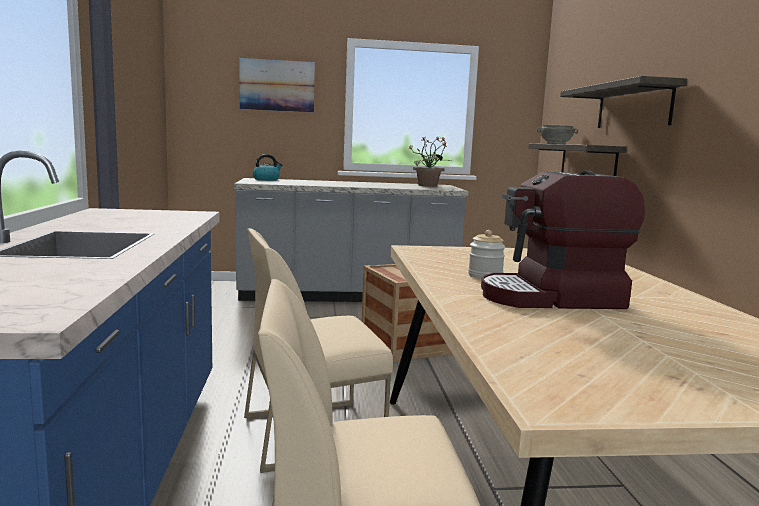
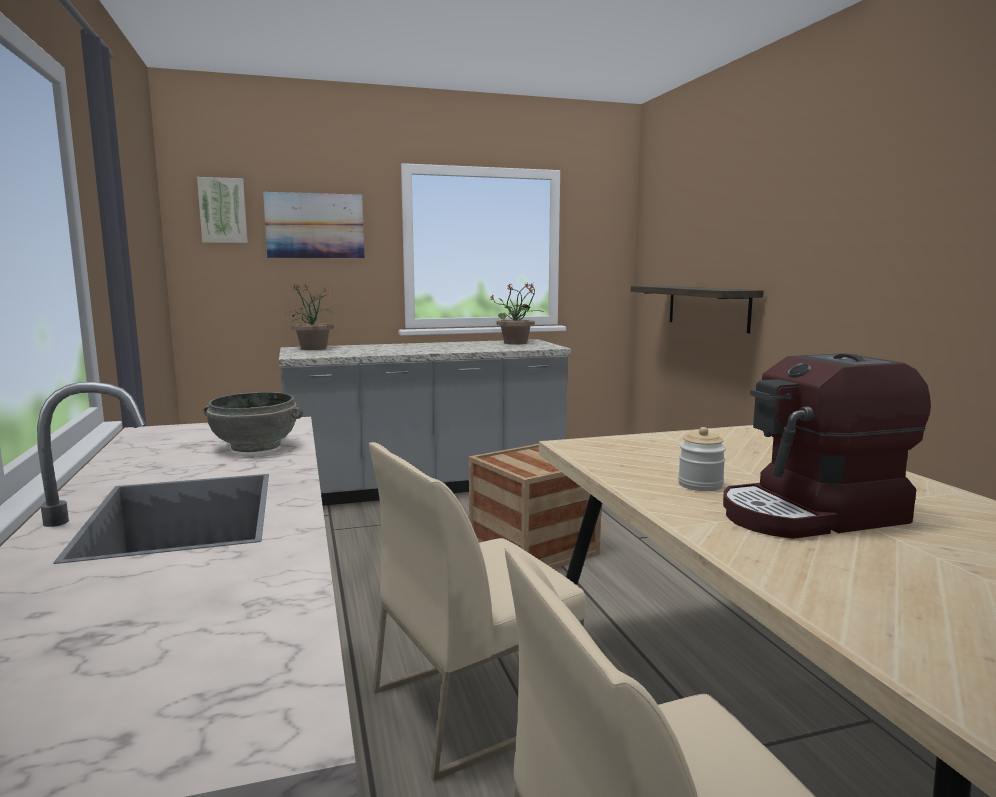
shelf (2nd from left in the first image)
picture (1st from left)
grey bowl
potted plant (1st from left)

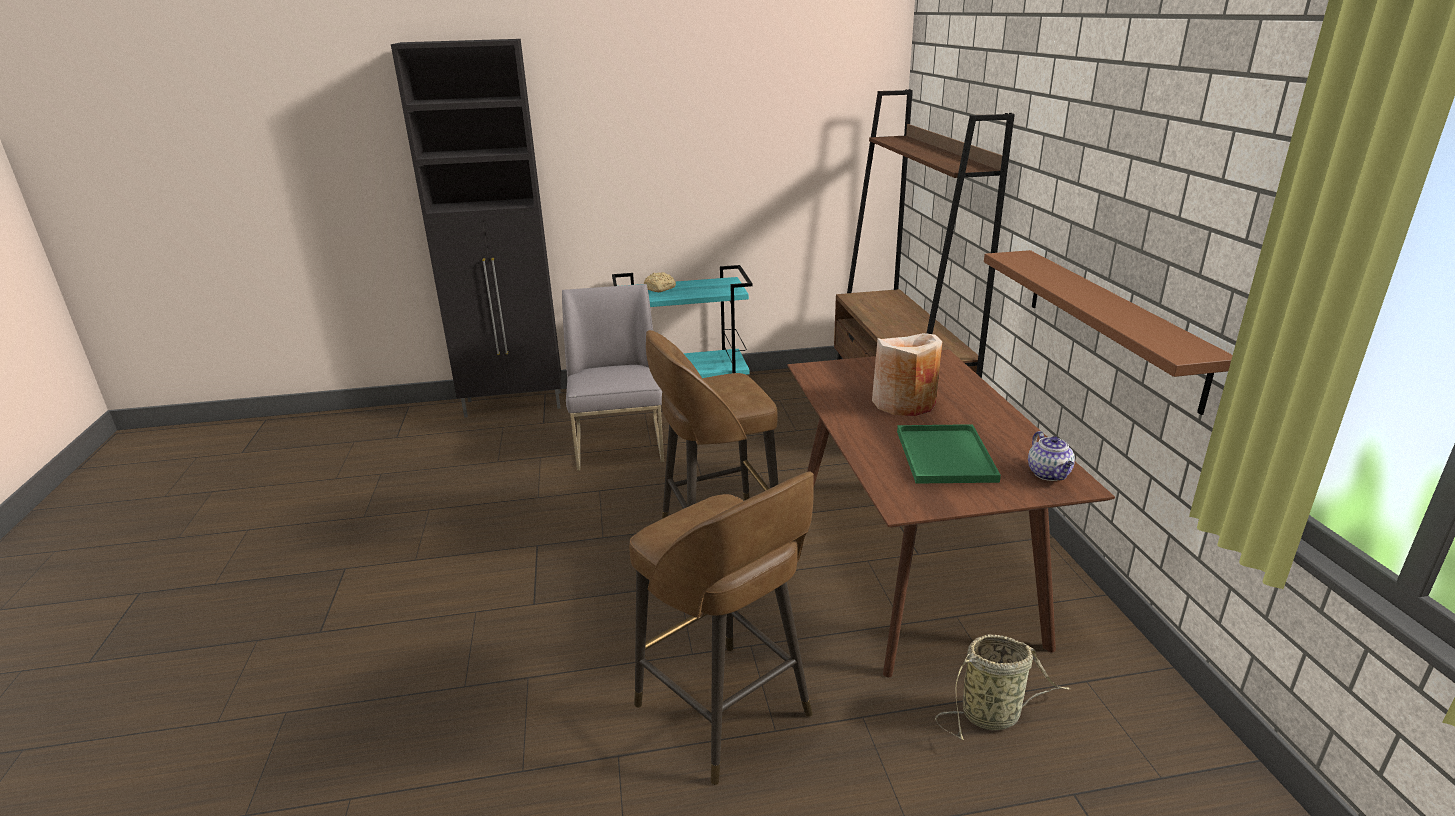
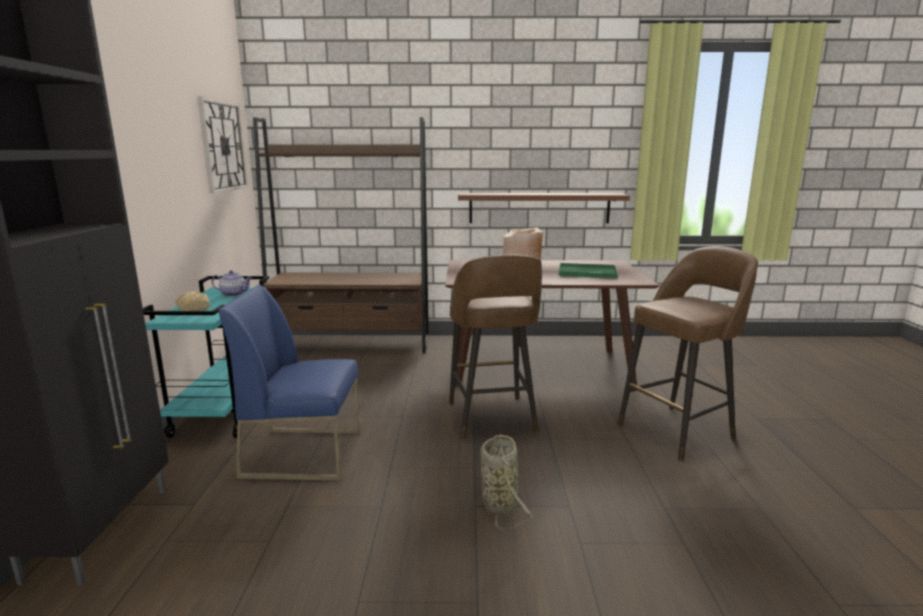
wall clock
basket
teapot
blue chair

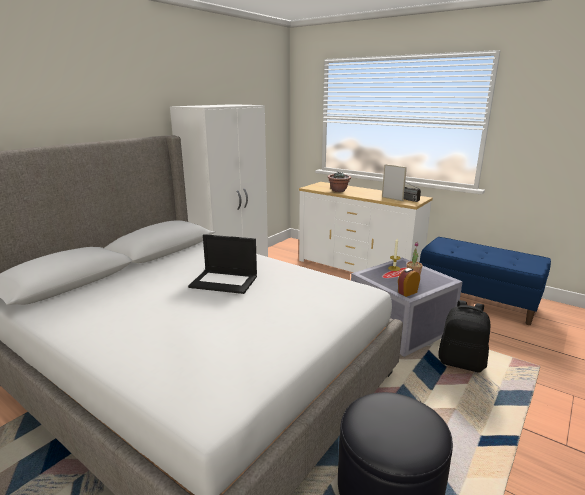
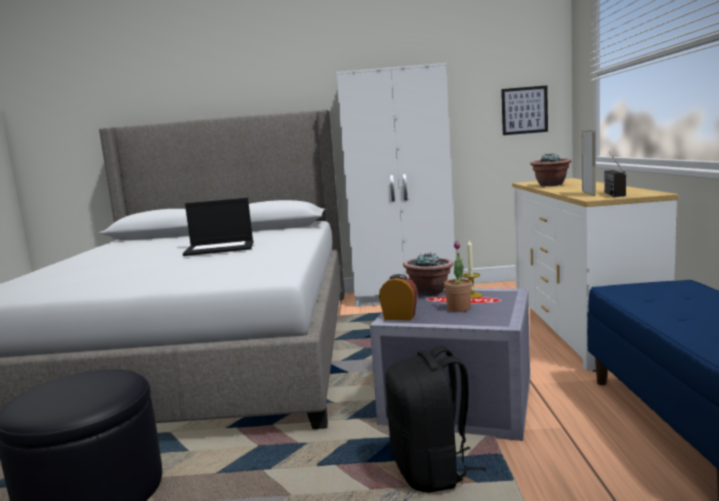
potted plant (1st from left)
picture
laptop

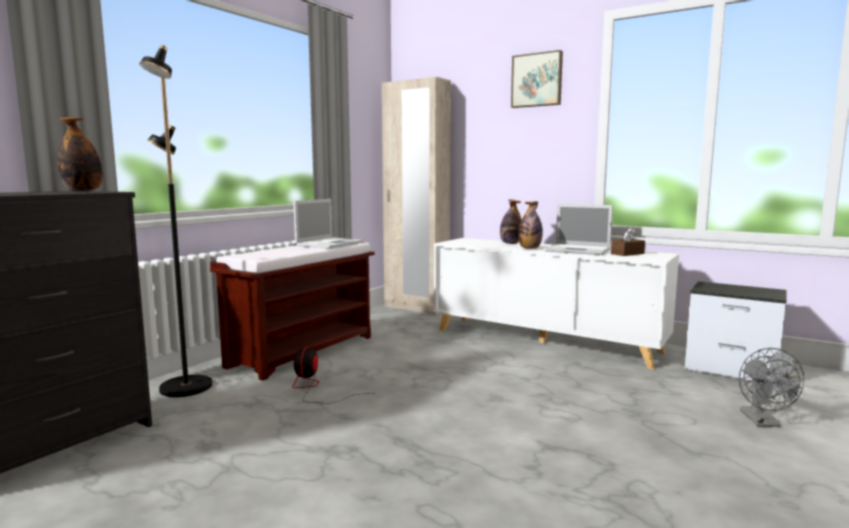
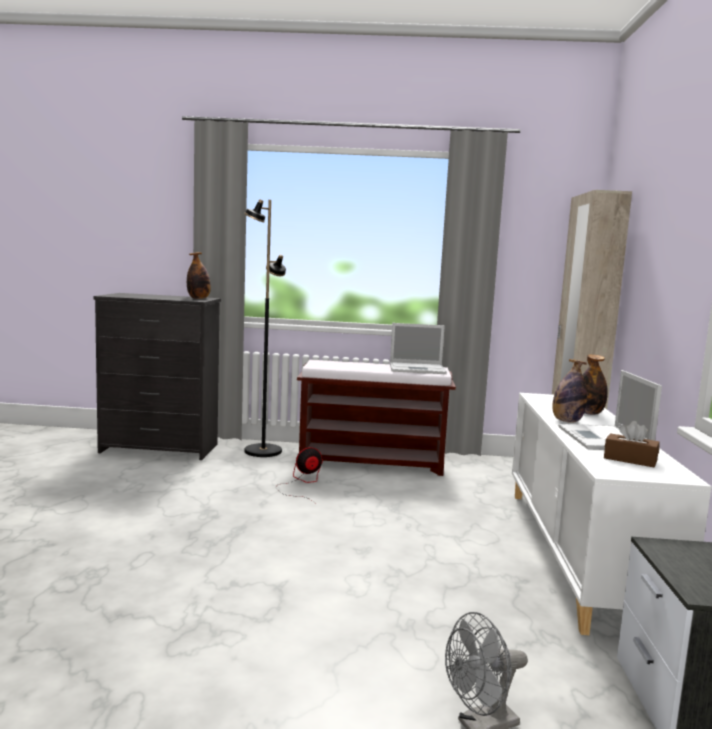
picture

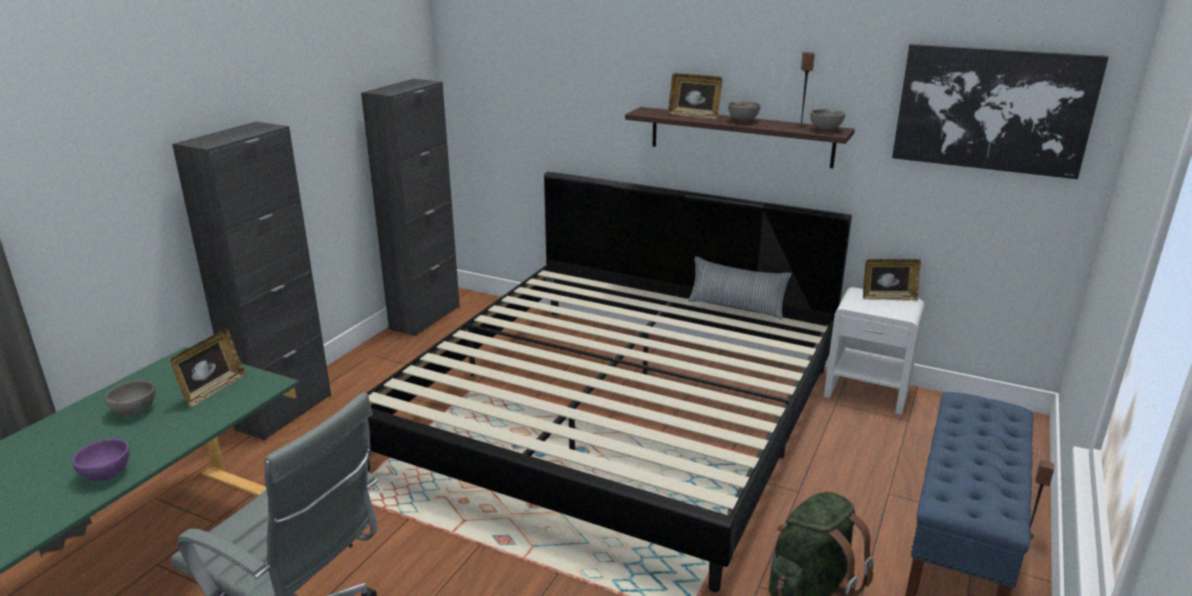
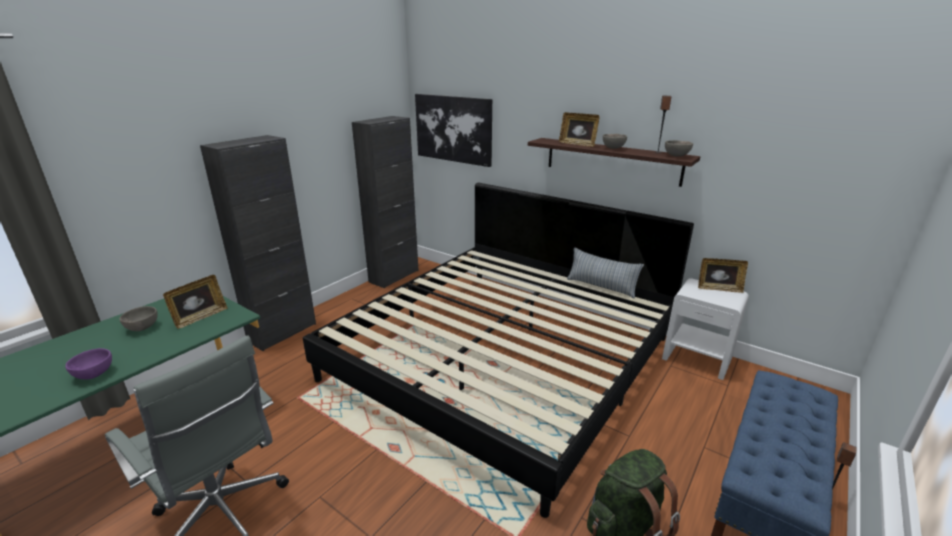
picture

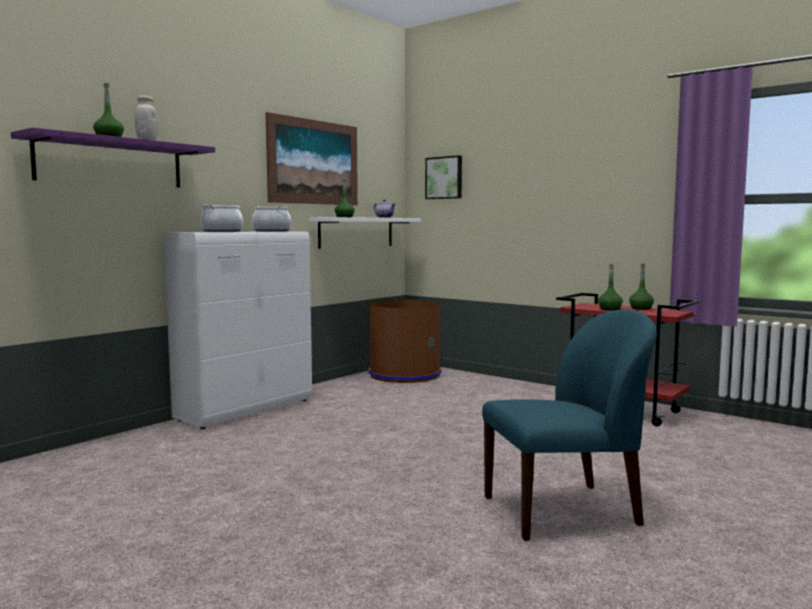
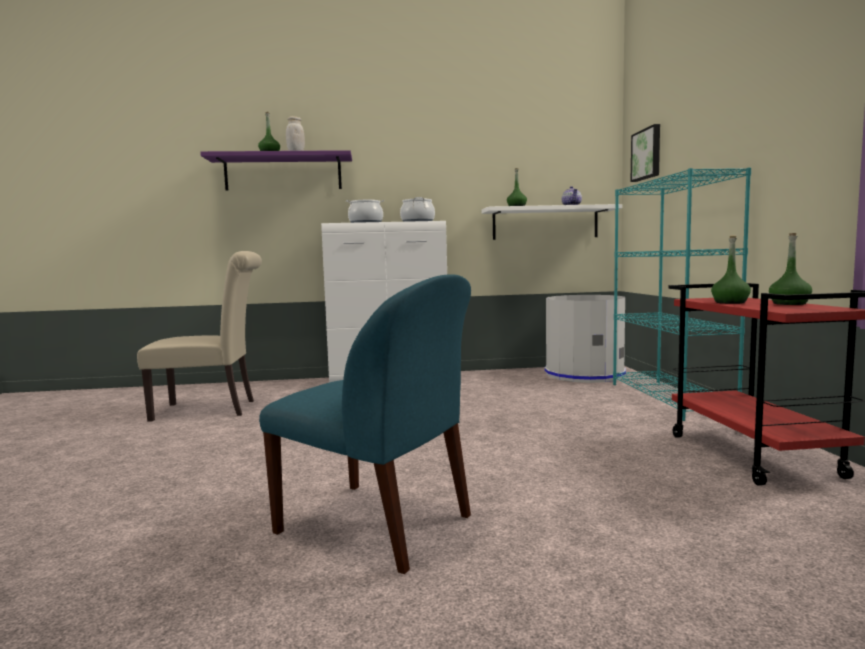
picture (1st from left in the first image)
beige chair
turquoise bookcase
grey trash can

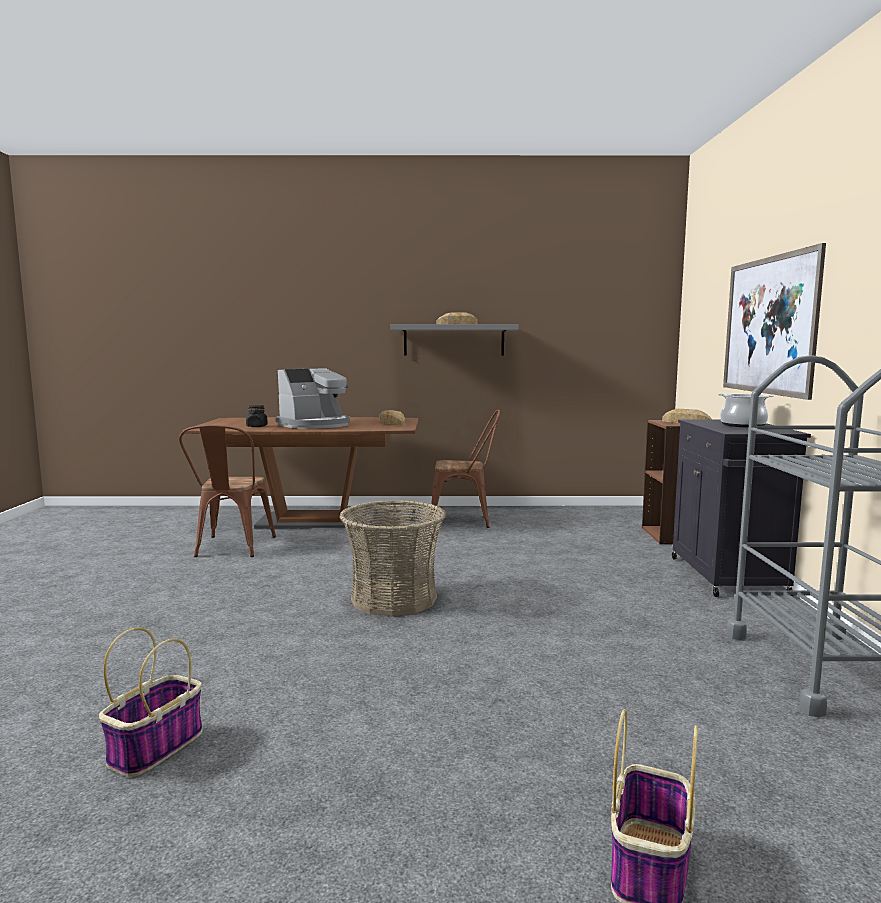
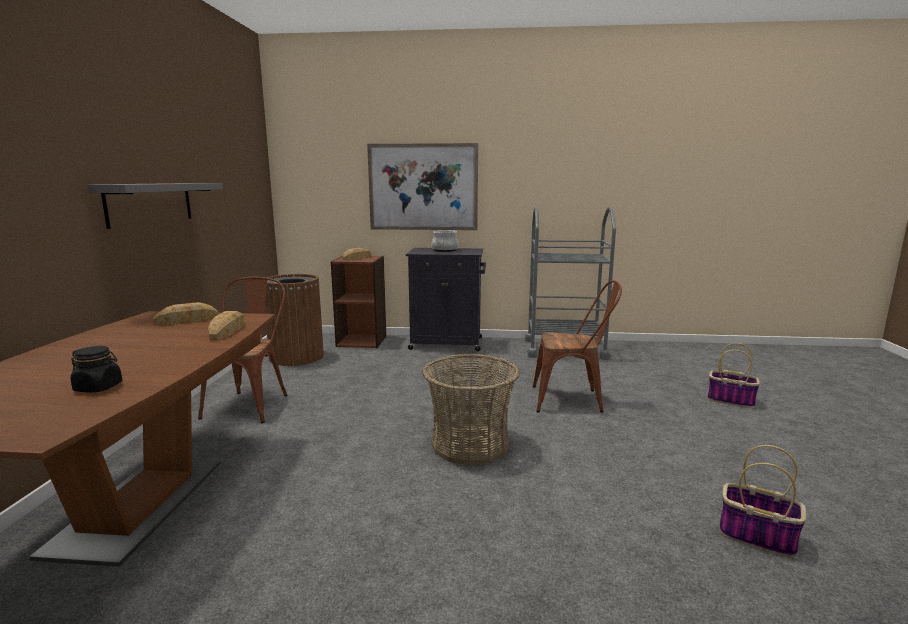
coffee machine
brown trash can
brown chair (2nd from left)
bread (2nd from left)

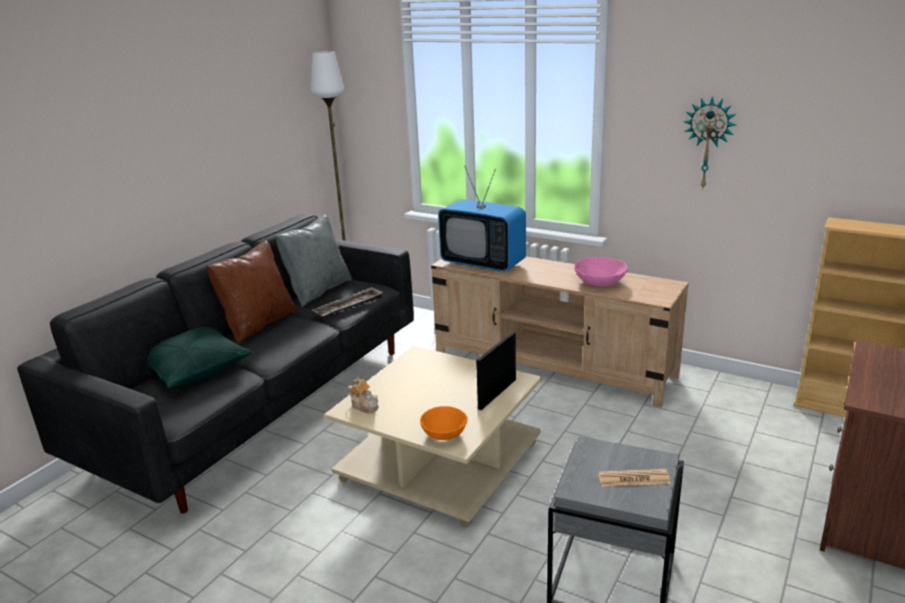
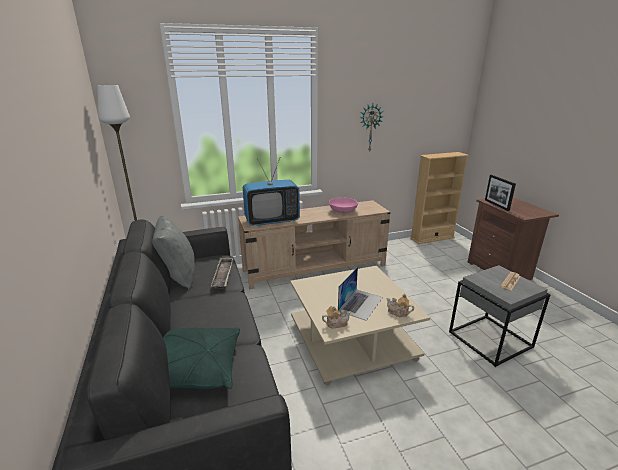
brown pillow
laptop
picture frame
teapot (2nd from left)

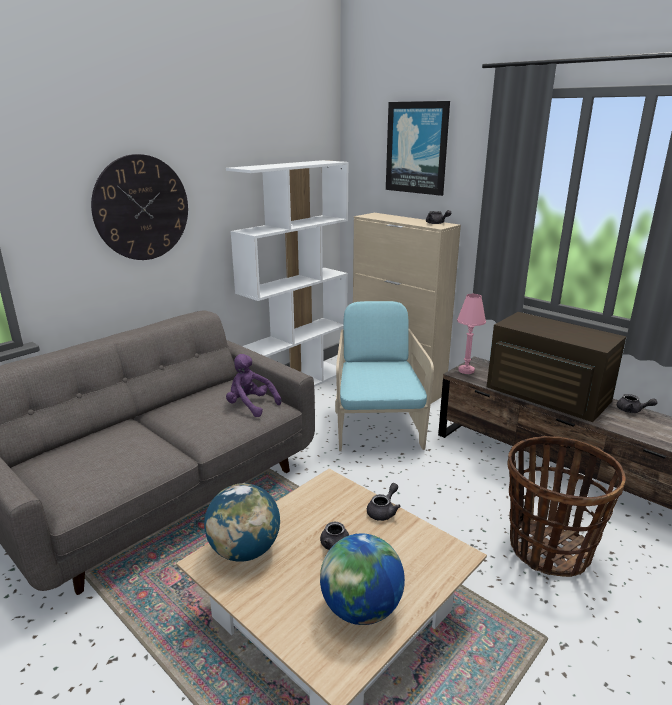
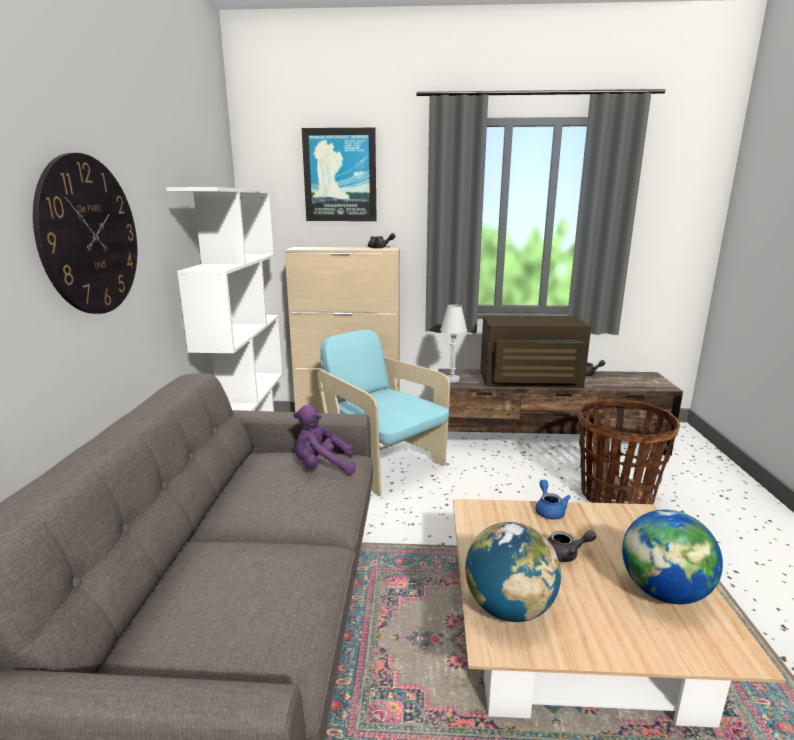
blue teapot
white table lamp

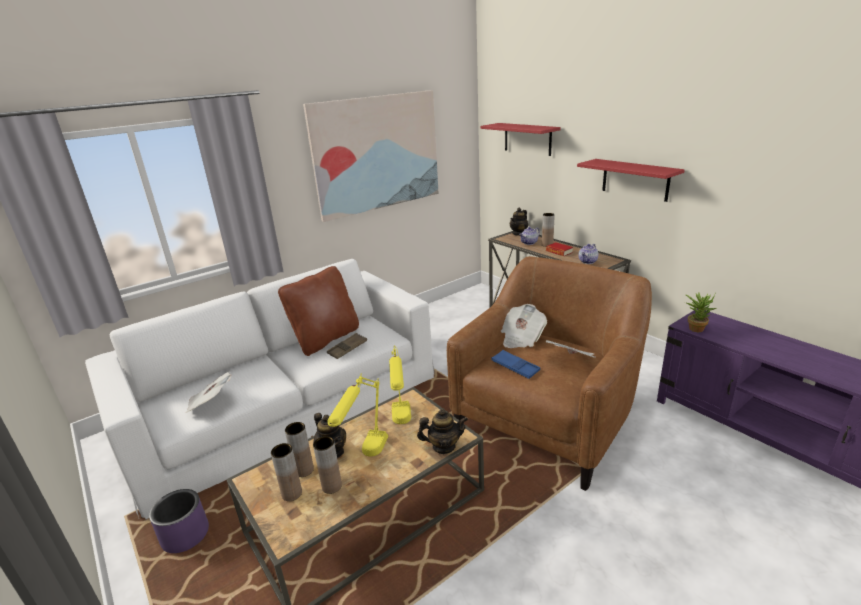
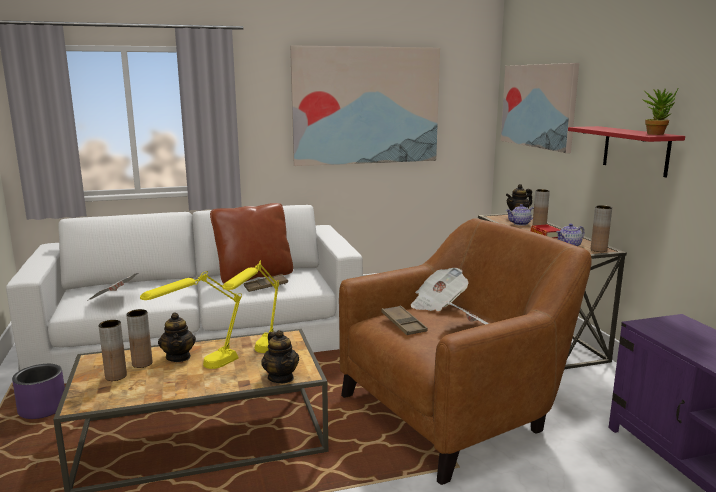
brown vase (4th from left)
potted plant
picture (2nd from left)
brown tray (2nd from left)
teapot (2nd from left)

